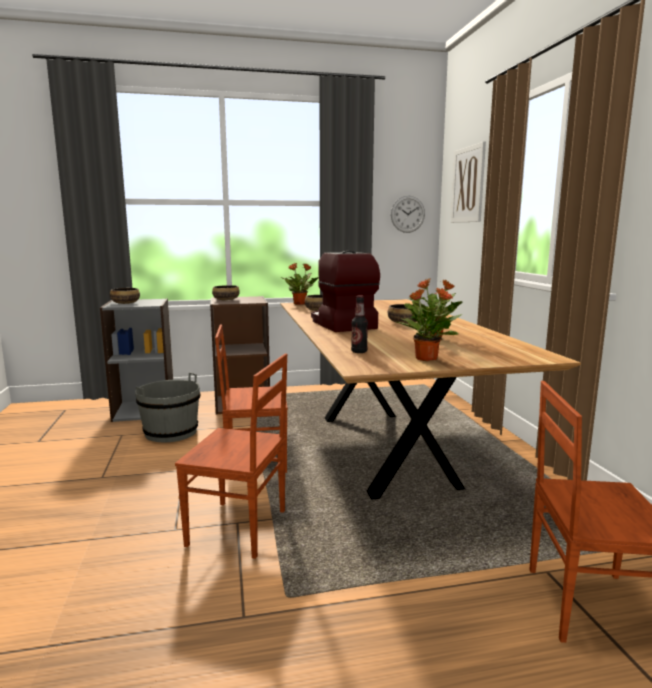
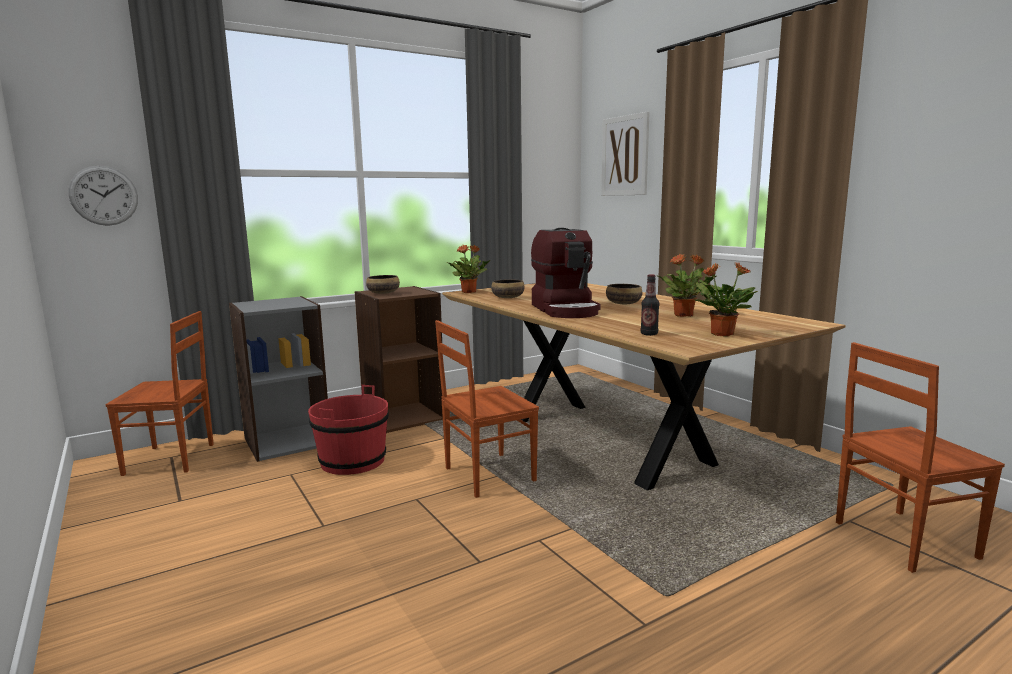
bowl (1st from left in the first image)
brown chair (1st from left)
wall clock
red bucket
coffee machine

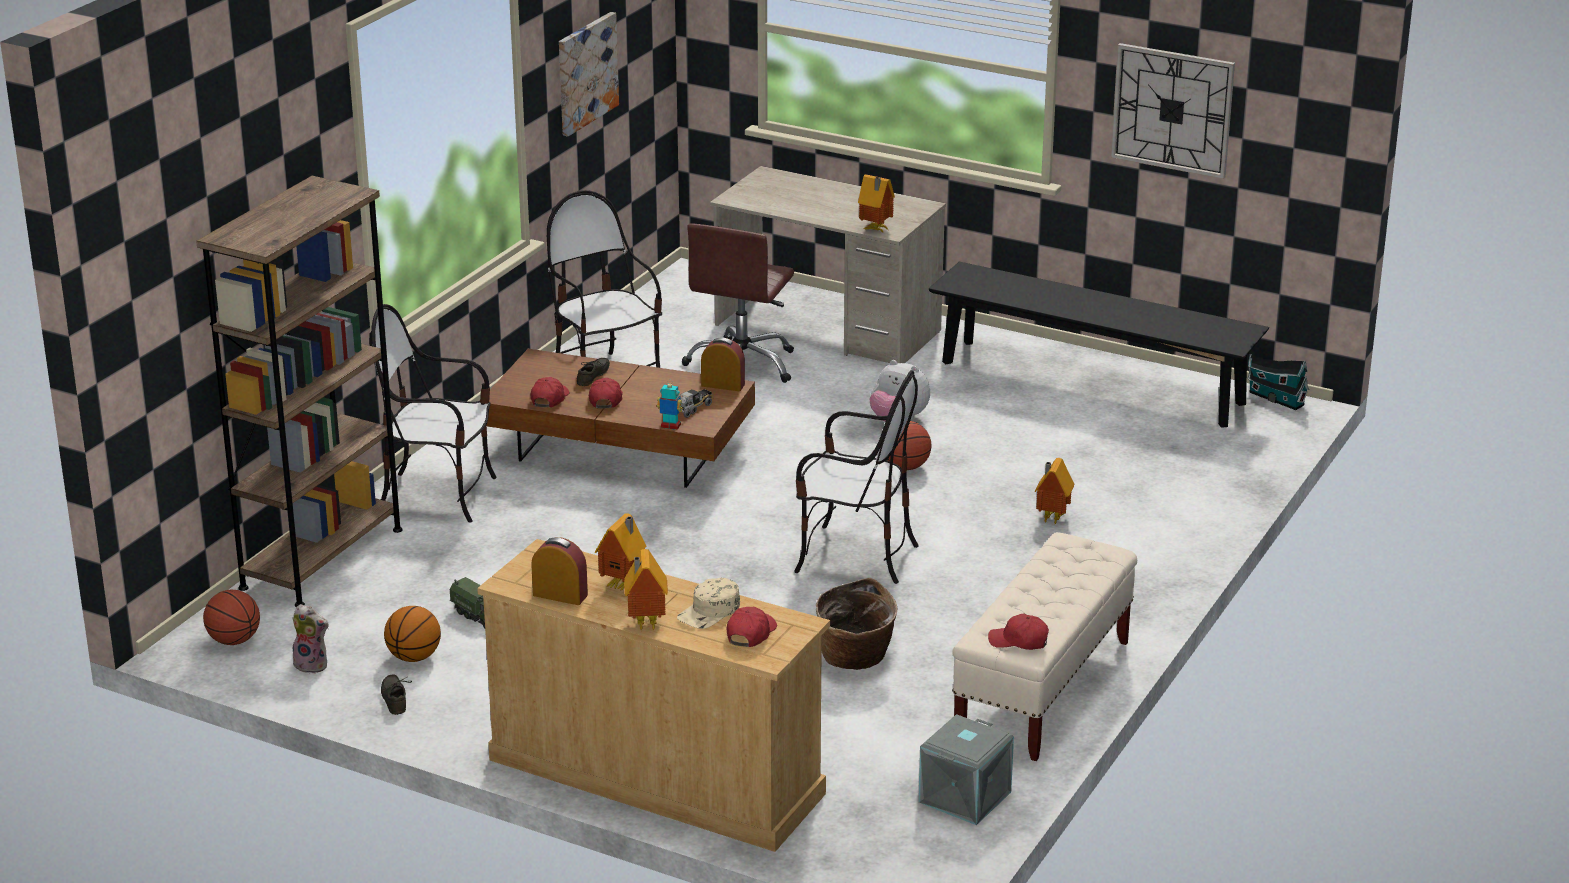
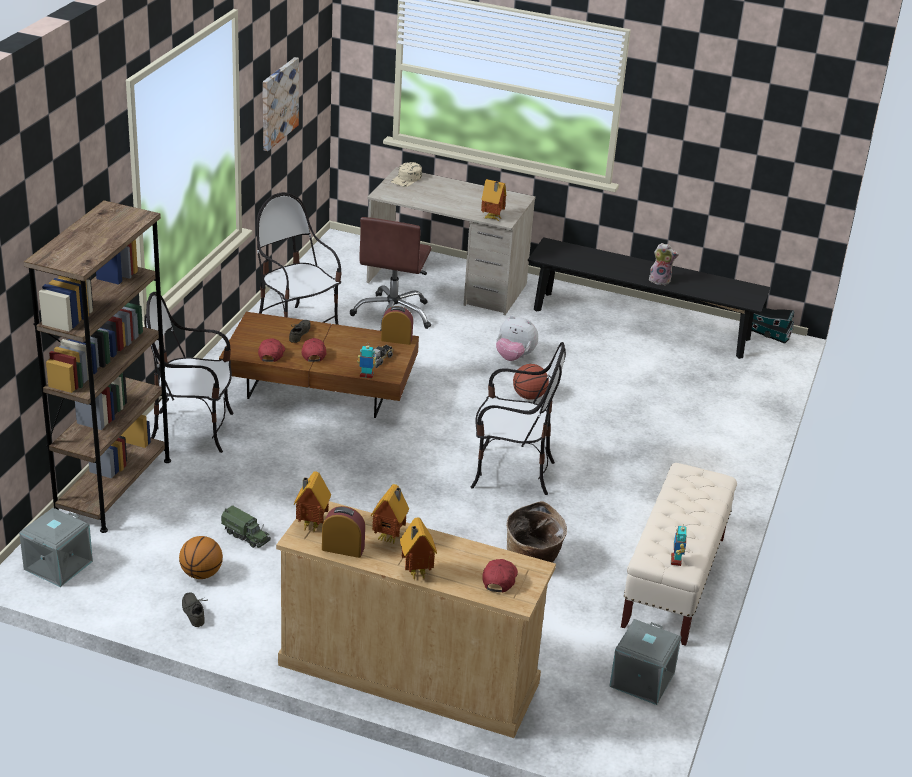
wall clock
plush toy (2nd from left)
beige cap
toy house (1st from left)
grey storage box (1st from left)
toy robot (2nd from left)

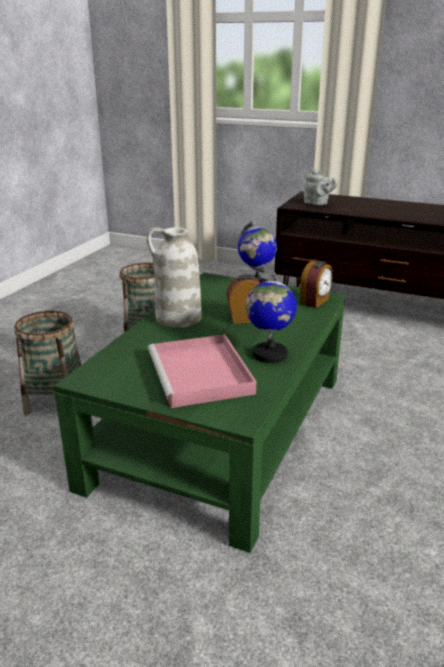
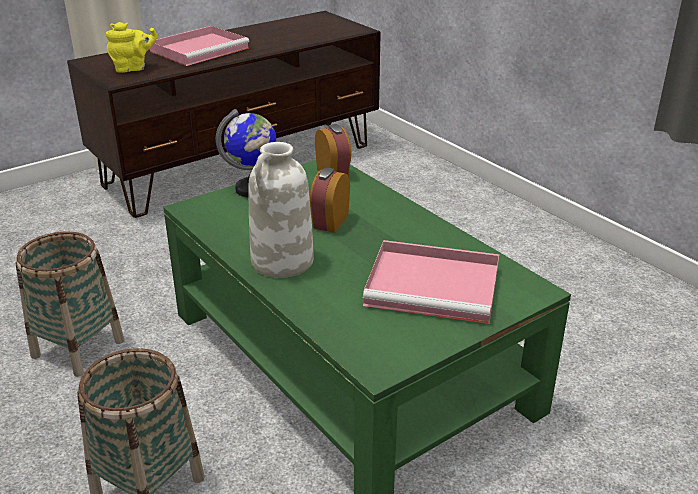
globe (2nd from left in the first image)
pink tray (1st from left)
yellow teapot

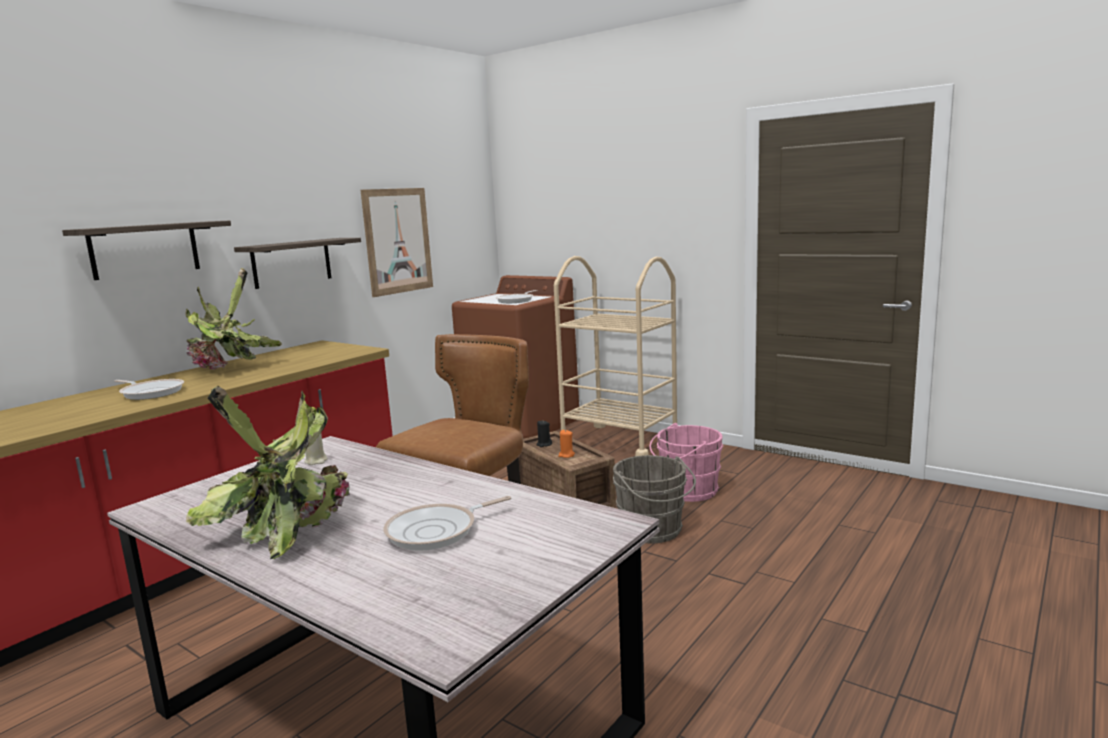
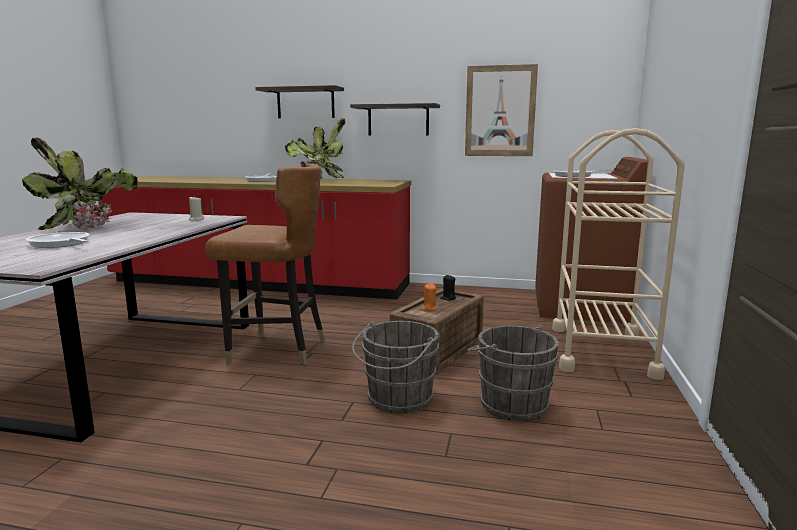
grey bucket (2nd from left)

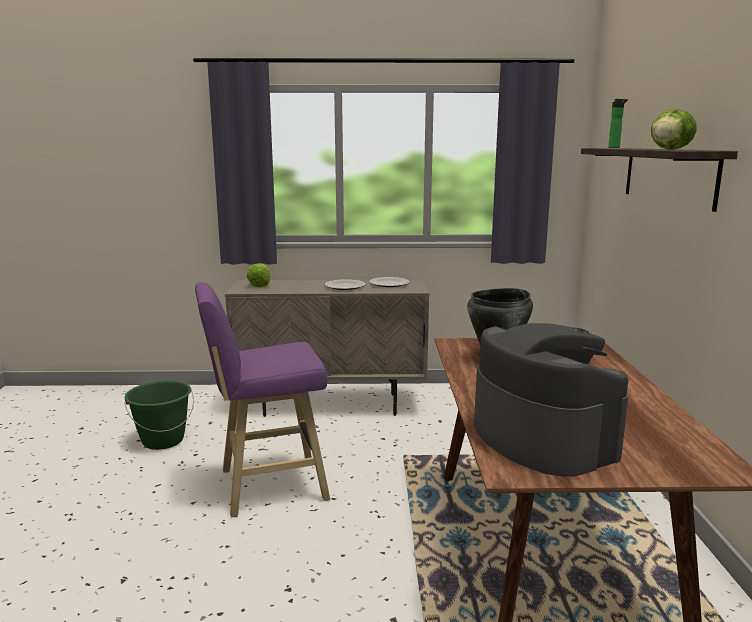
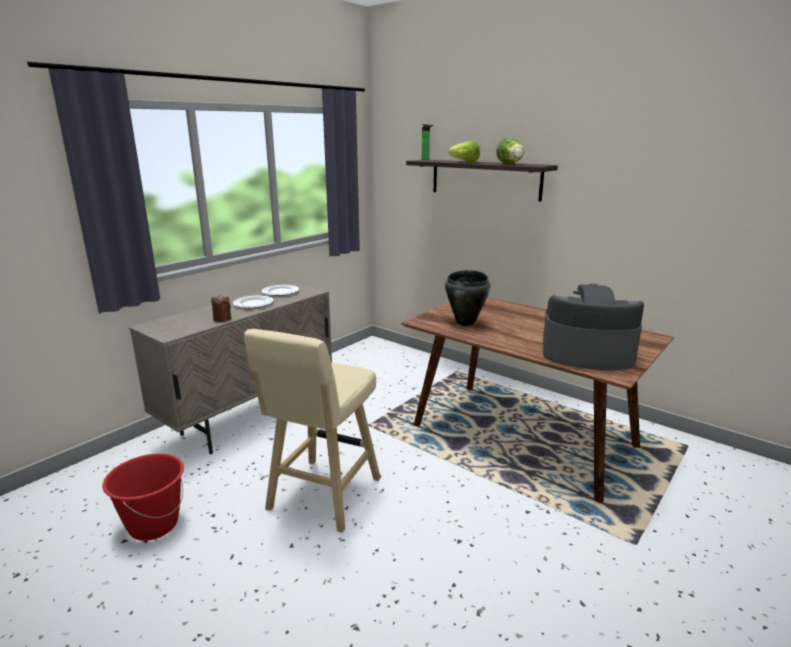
brown candle
lettuce (1st from left)
red bucket
beige stool

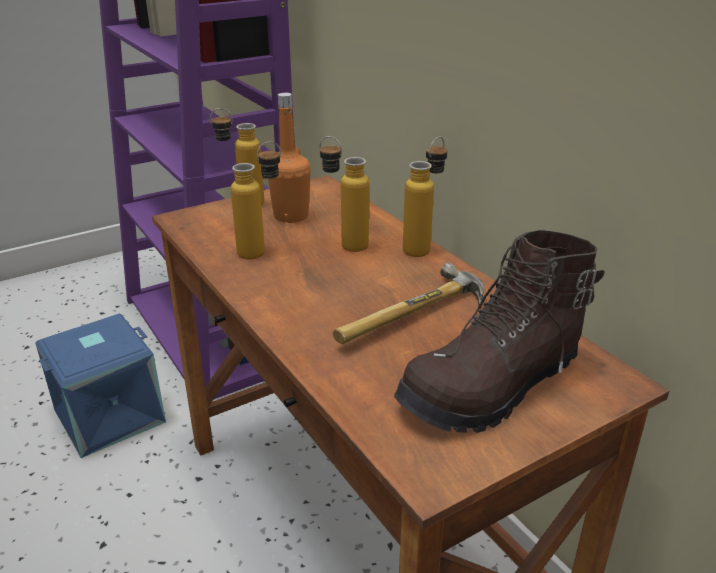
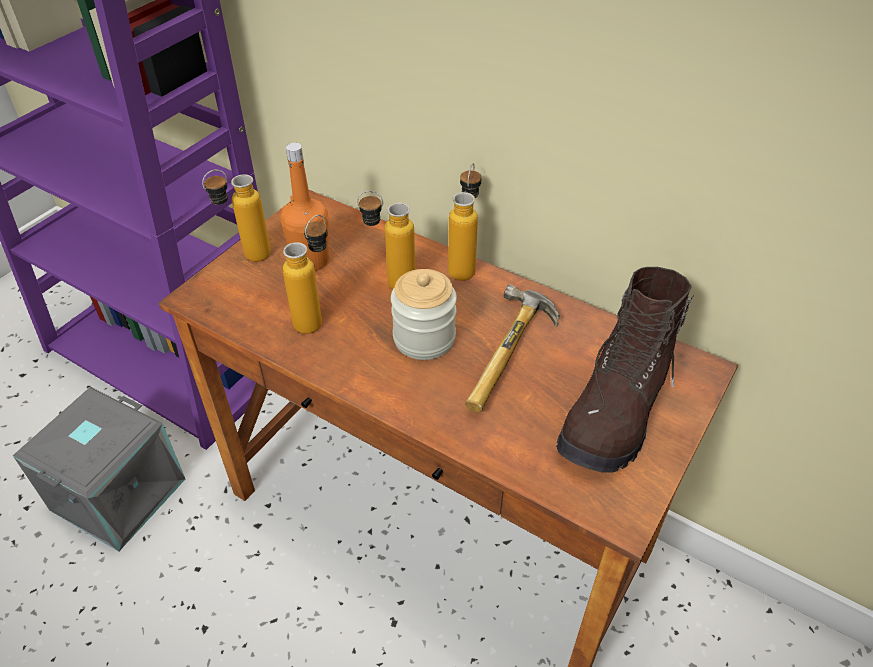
jar
grey storage box

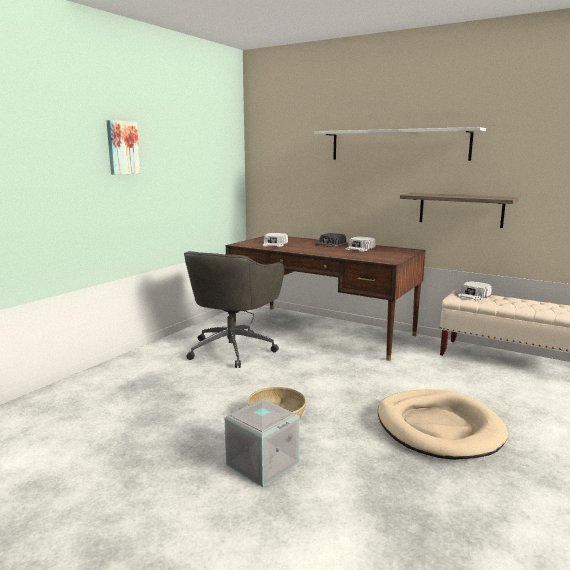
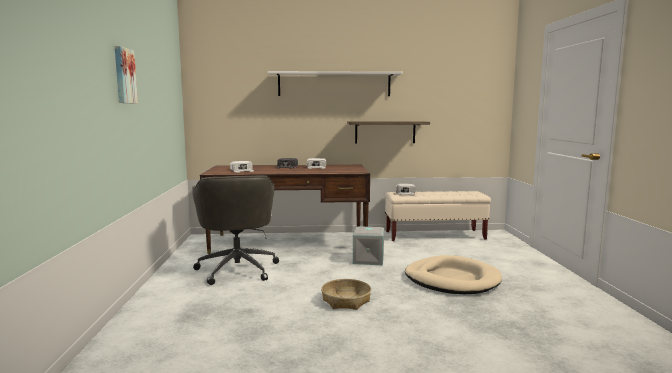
grey storage box

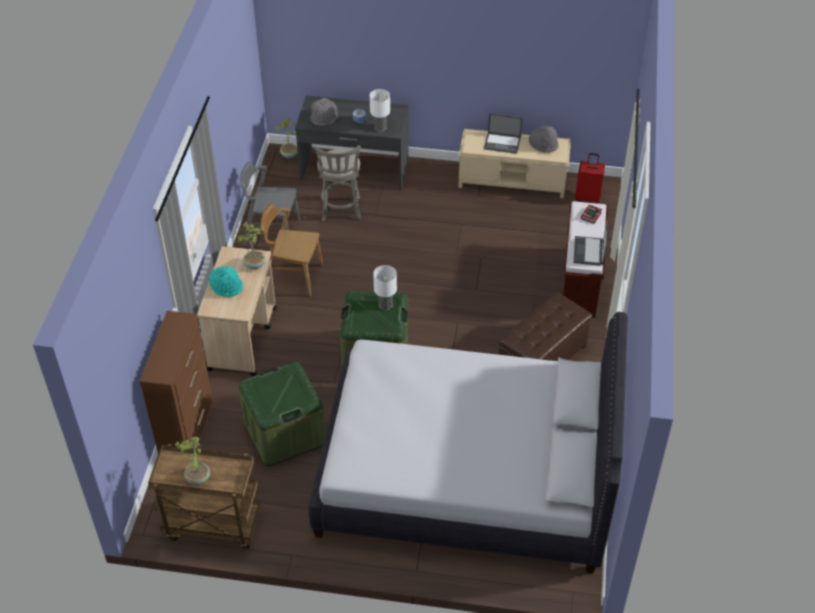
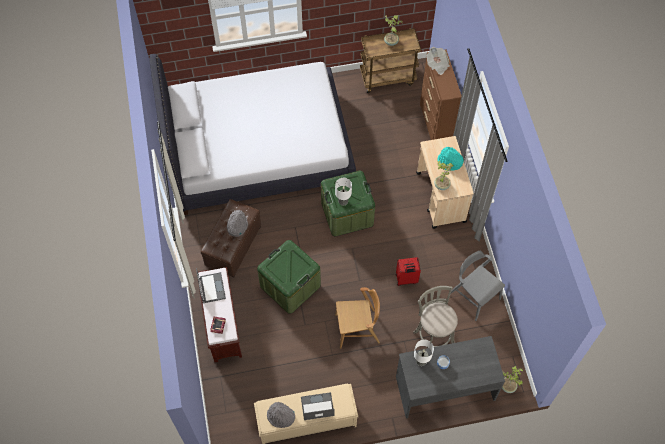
newspaper
green storage box (1st from left)
brown chair
grey hat (1st from left)
red suitcase
grey chair

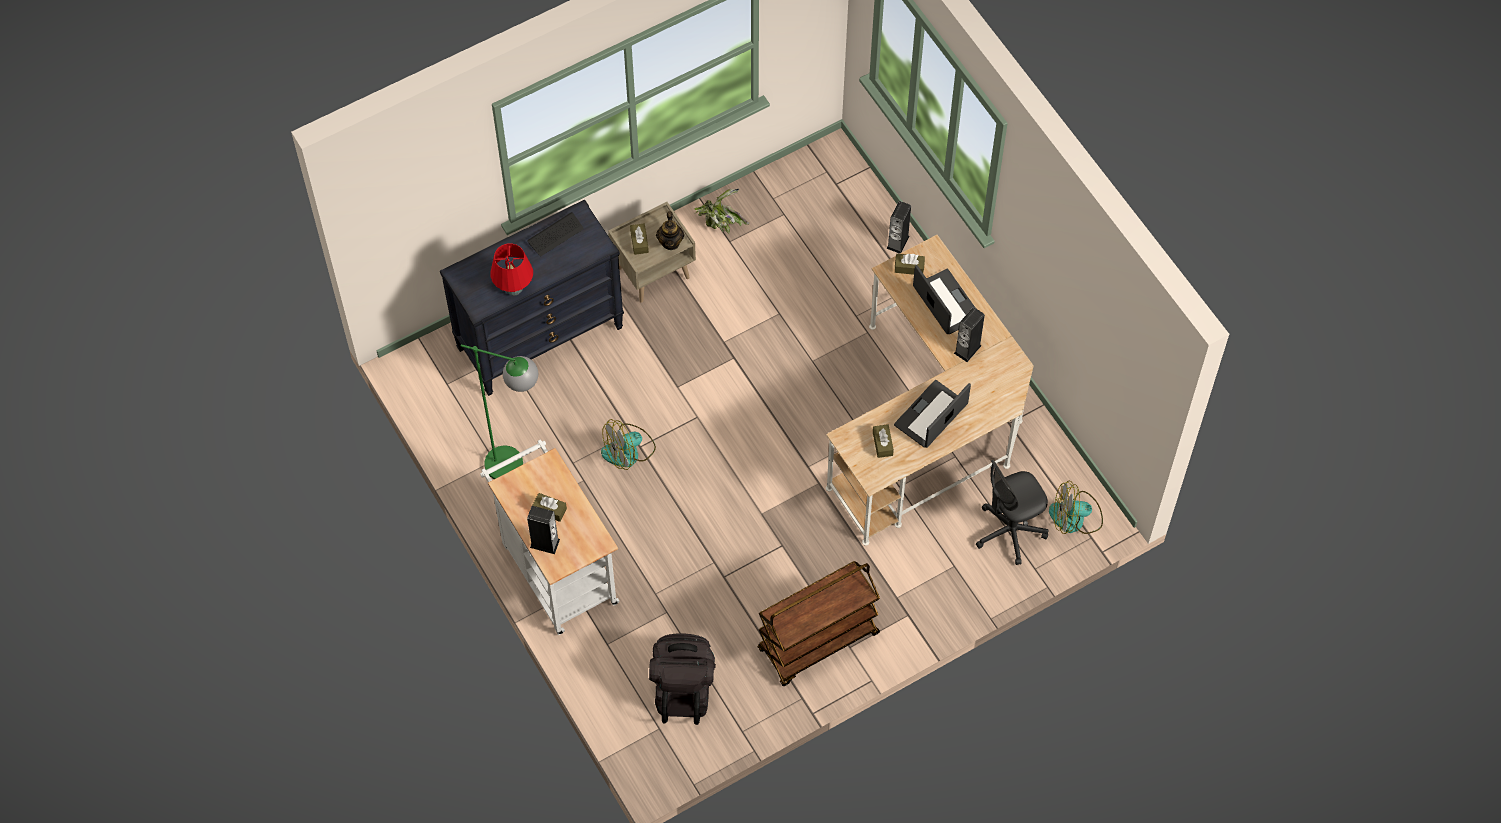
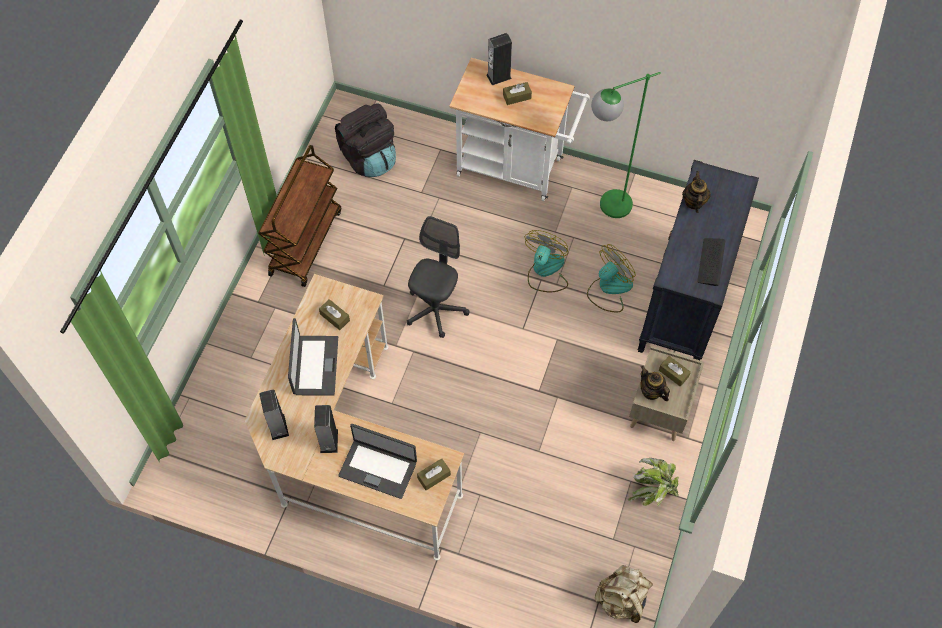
beige backpack
speaker (1st from left)
grey office chair
fan (2nd from left)
teapot (2nd from left)

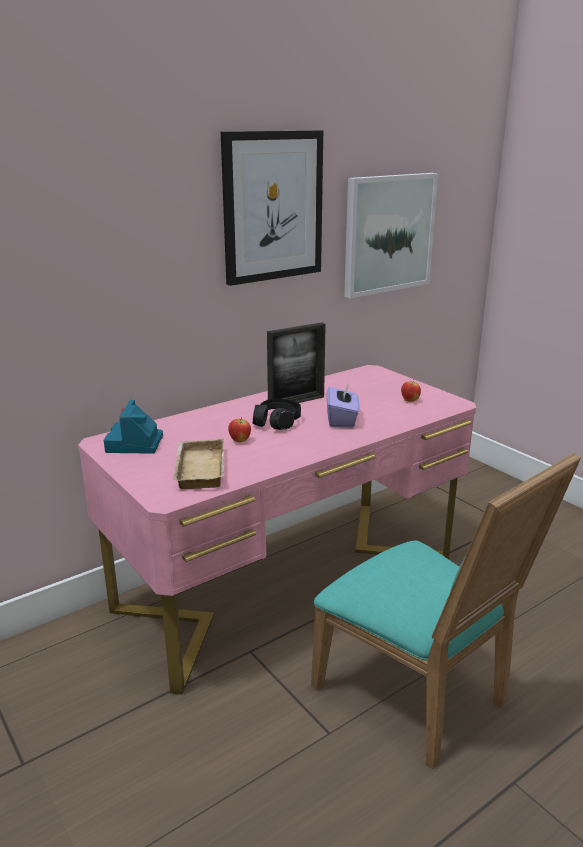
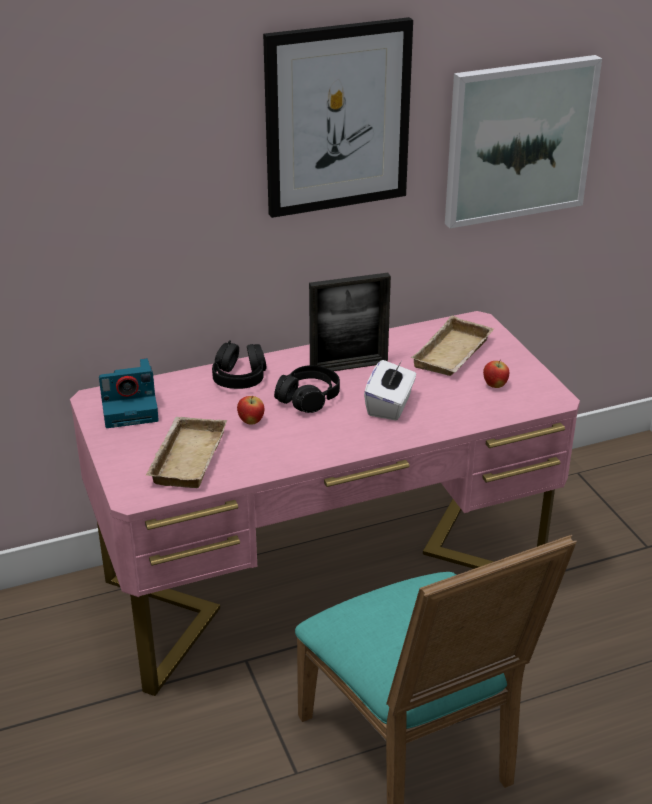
black headphones (1st from left)
beige tray (2nd from left)
white tissue box
photo camera

